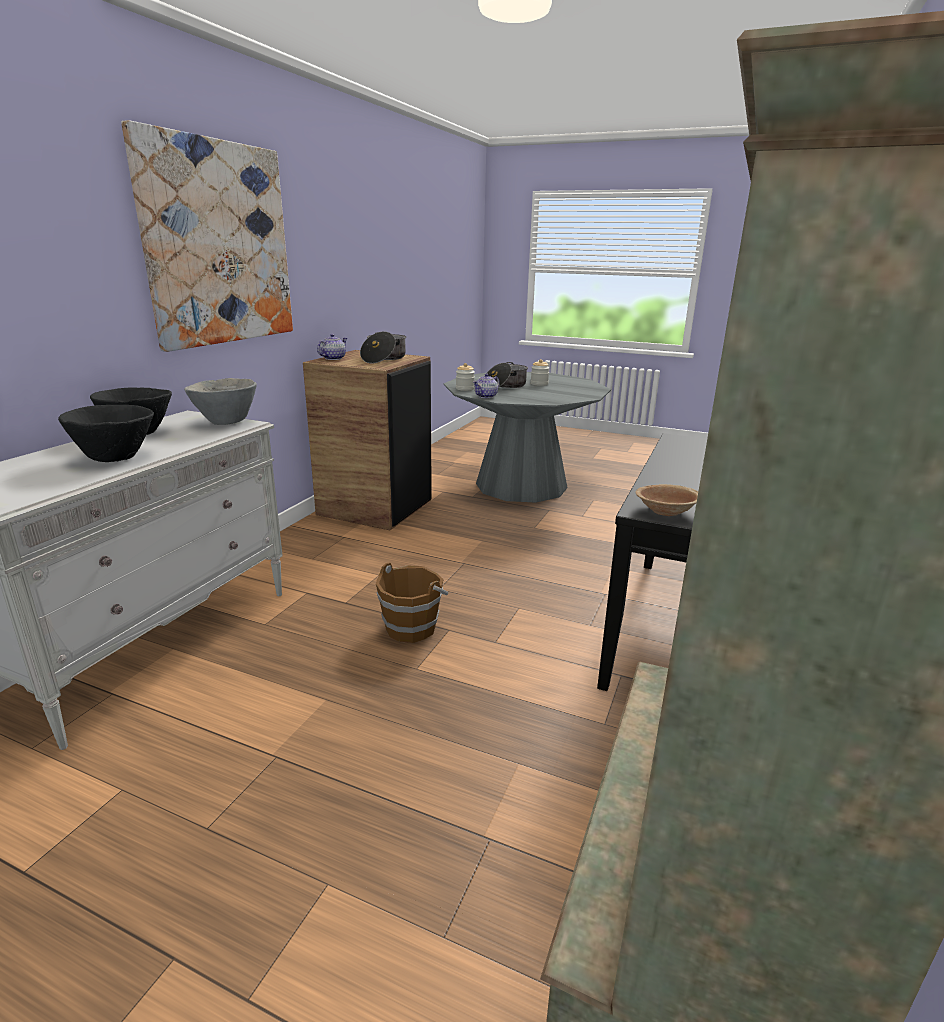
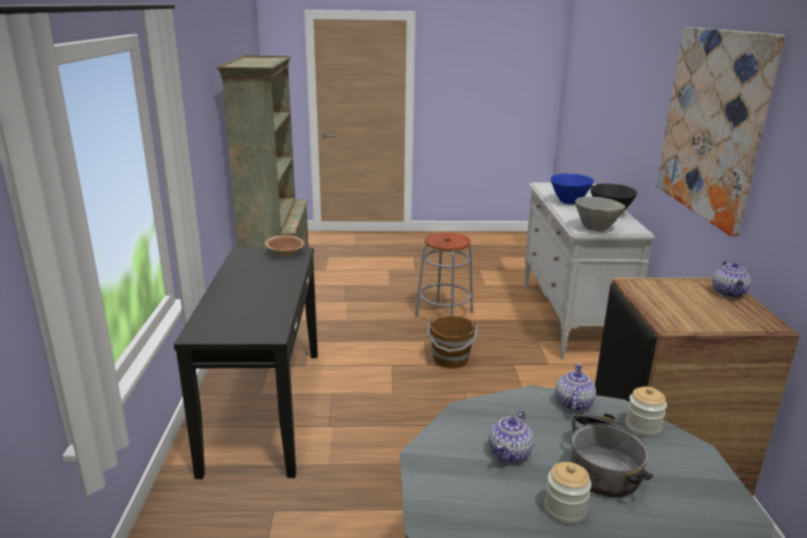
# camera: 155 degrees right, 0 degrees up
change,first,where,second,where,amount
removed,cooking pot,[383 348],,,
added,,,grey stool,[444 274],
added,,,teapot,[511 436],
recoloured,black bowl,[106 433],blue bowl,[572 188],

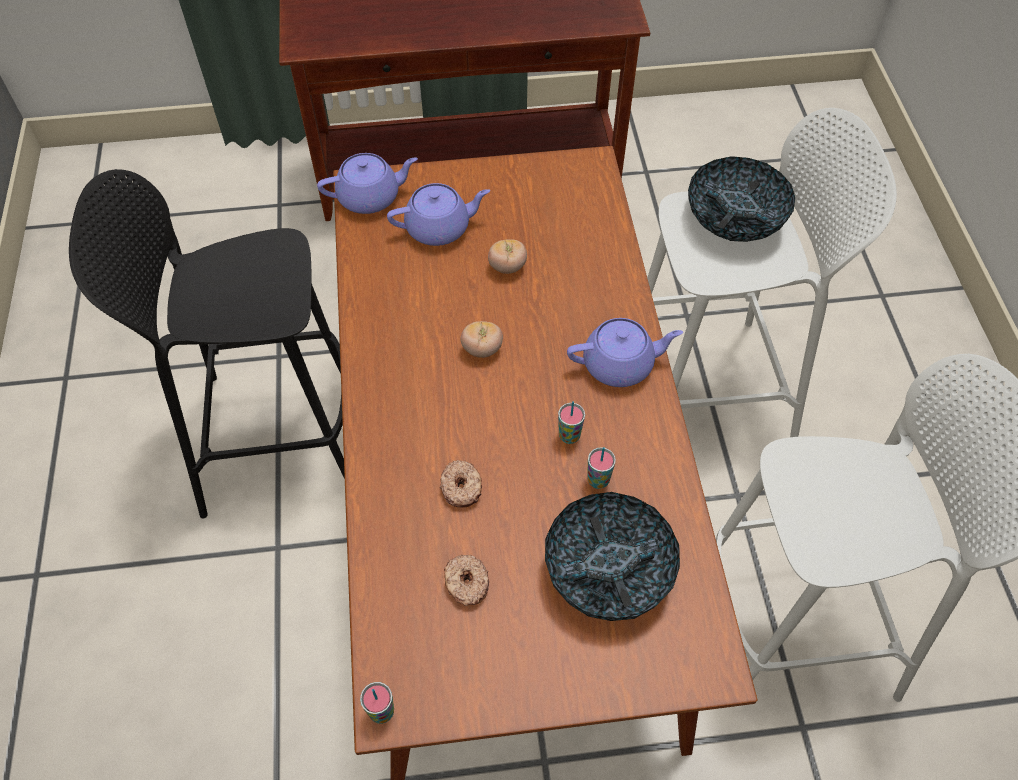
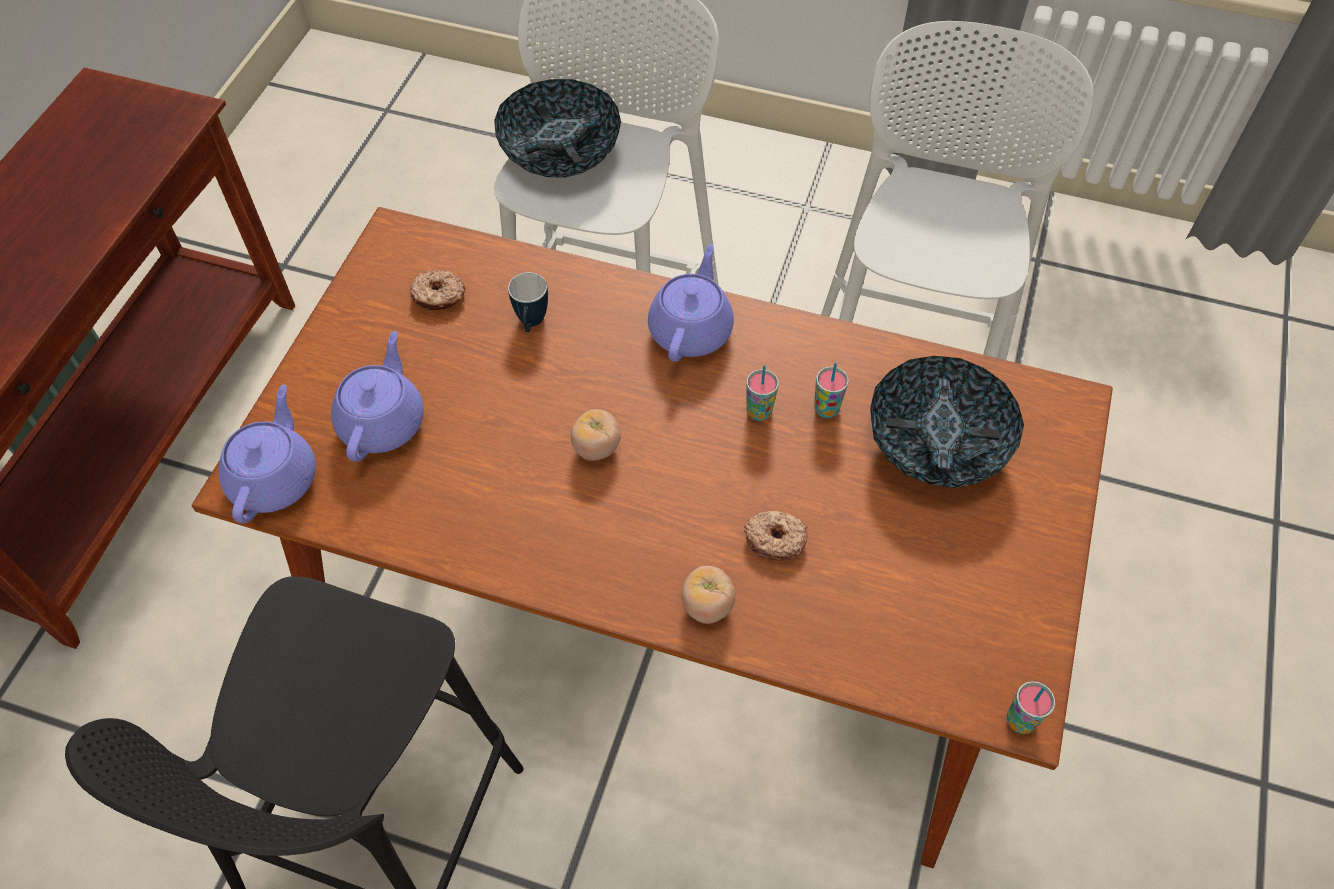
# camera: 65 degrees left, 0 degrees up
change,first,where,second,where,amount
added,,,mug,[528 302],
moved,donut,[466 580],,[437 290],
moved,tomato,[507 256],,[708 595],

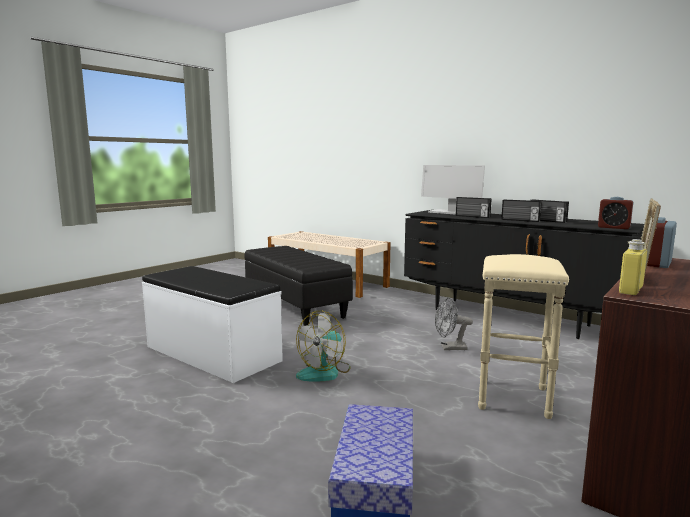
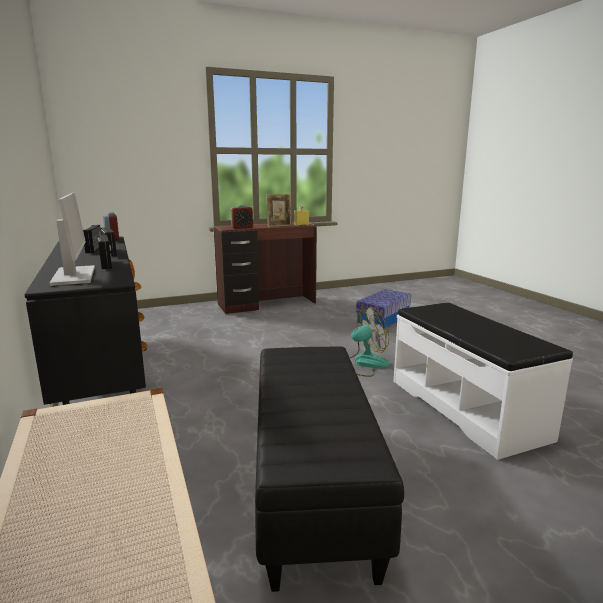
# camera: 150 degrees left, 5 degrees up
change,first,where,second,where,amount
removed,grey fan,[454 323],,,
removed,beige stool,[523 336],,,

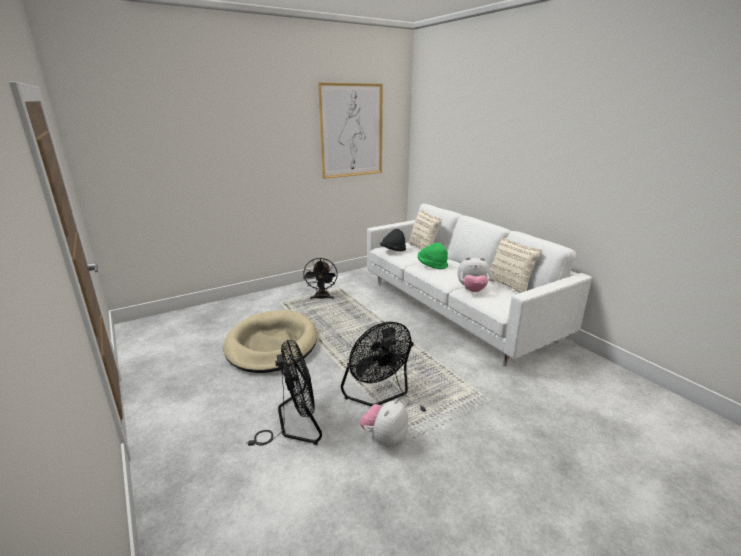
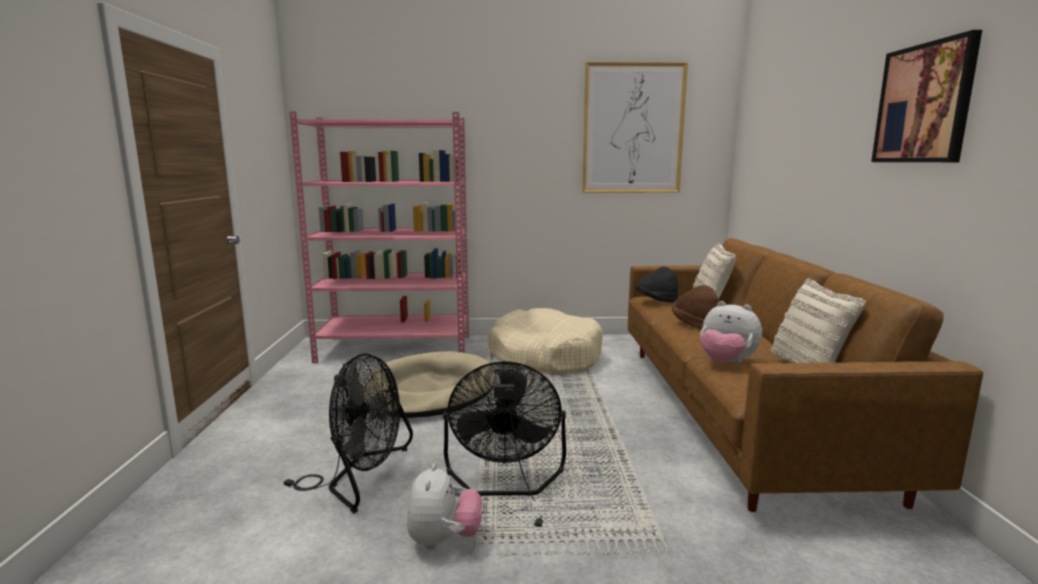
# camera: 30 degrees right, 10 degrees down
change,first,where,second,where,amount
added,,,pink bookcase,[379 237],
added,,,picture,[926 96],
replaced,black fan,[320 278],beige dog bed,[545 341],
recoloured,white sofa,[479 285],brown sofa,[805 375],
recoloured,green hat,[433 256],brown hat,[696 307],
turned,plush toy,[384 423],,[444 506],120 degrees clockwise

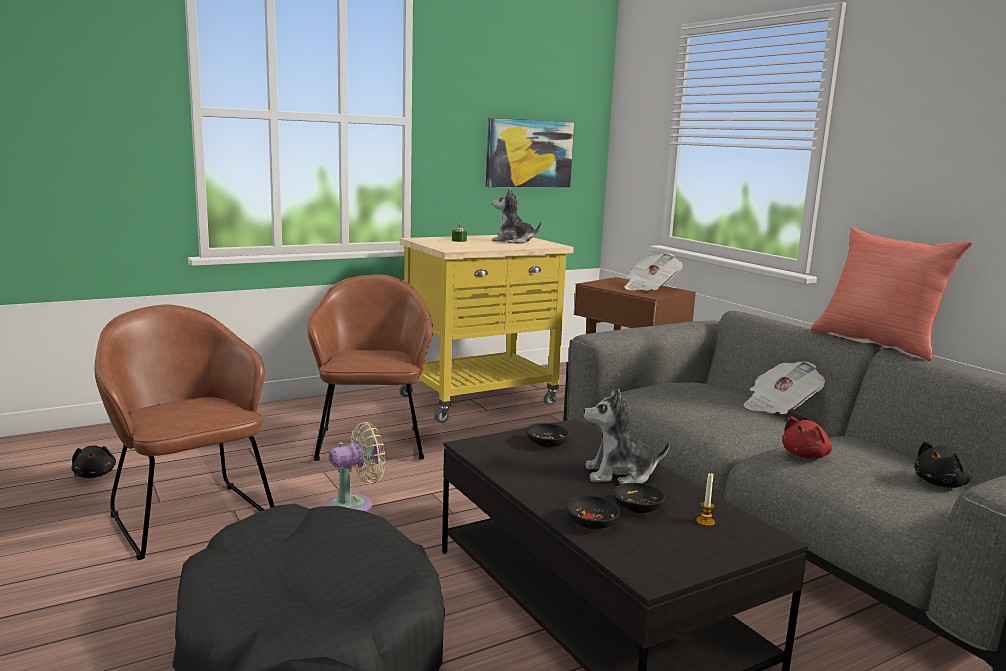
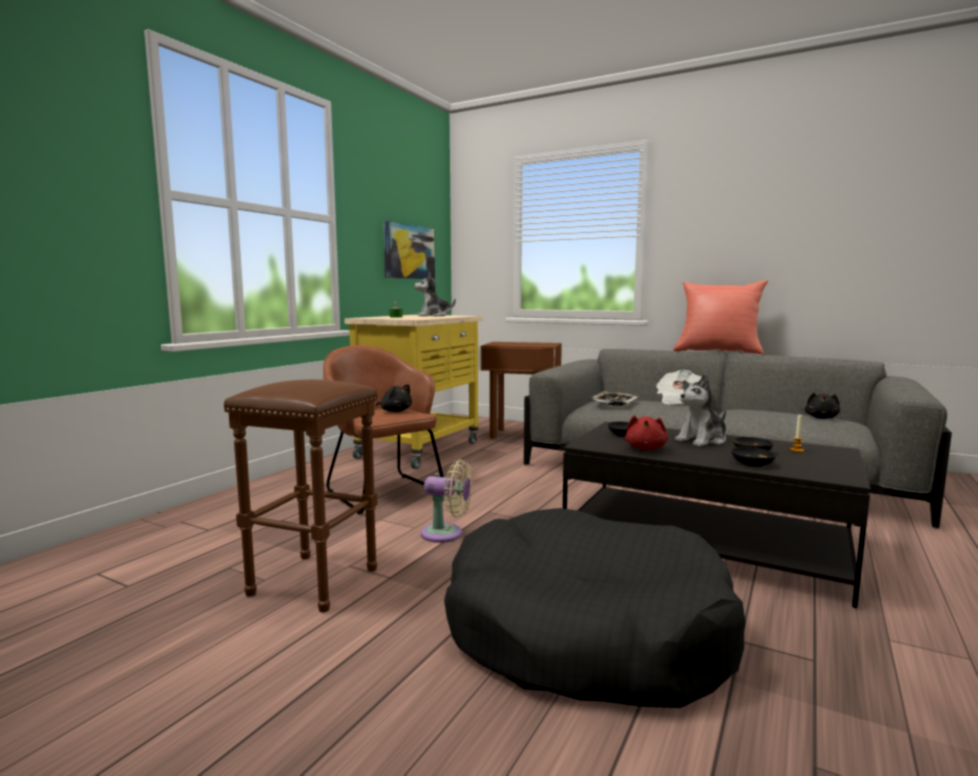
# camera: 30 degrees left, 5 degrees down
change,first,where,second,where,amount
removed,newspaper,[653 272],,,
added,,,tray,[615 398],
moved,black plush toy,[93 461],,[394 398],
moved,red plush toy,[807 438],,[646 432],
replaced,brown armchair,[184 432],brown stool,[301 496],
turned,beige fan,[355 467],,[447 501],75 degrees clockwise

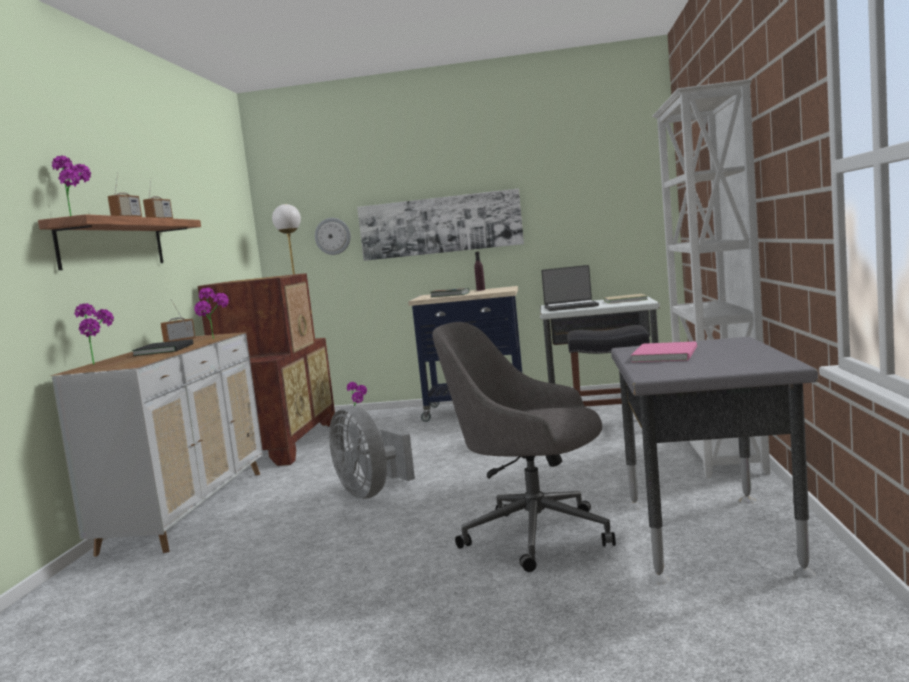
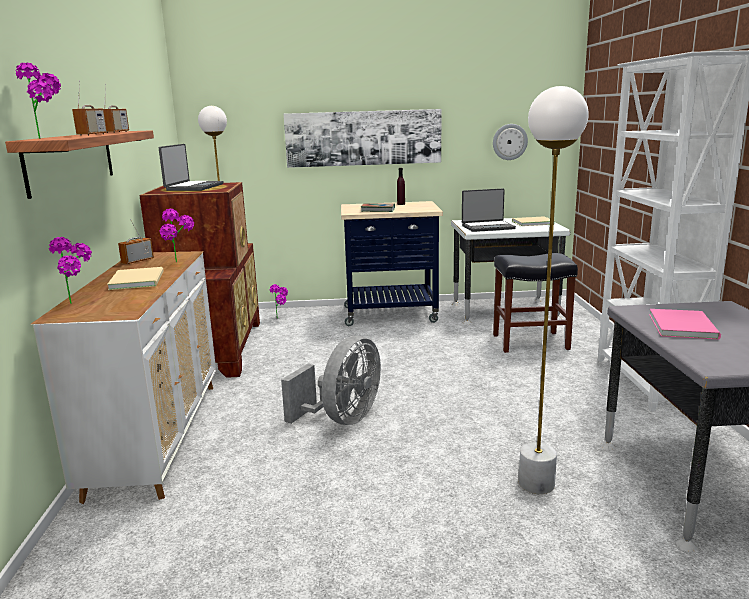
# camera: 10 degrees left, 10 degrees up
change,first,where,second,where,amount
added,,,laptop,[191 167],
moved,wall clock,[333 236],,[510 142],
replaced,grey office chair,[524 447],white floor lamp,[554 290],
recoloured,black book,[162 347],beige book,[135 278],
turned,grey fan,[372 452],,[331 380],105 degrees counterclockwise

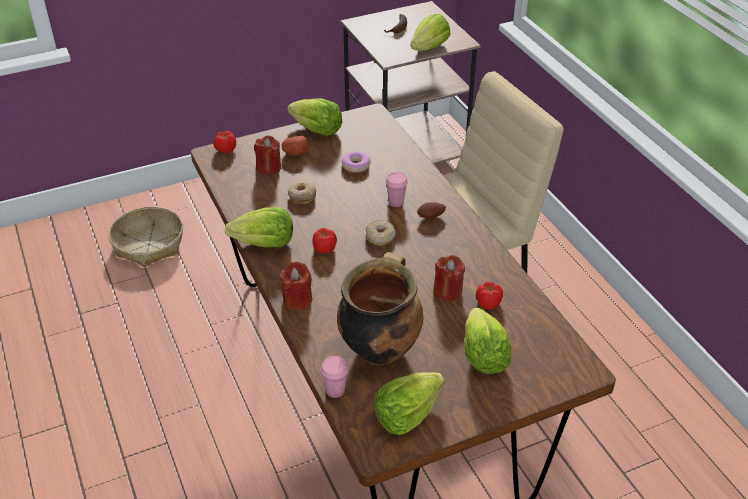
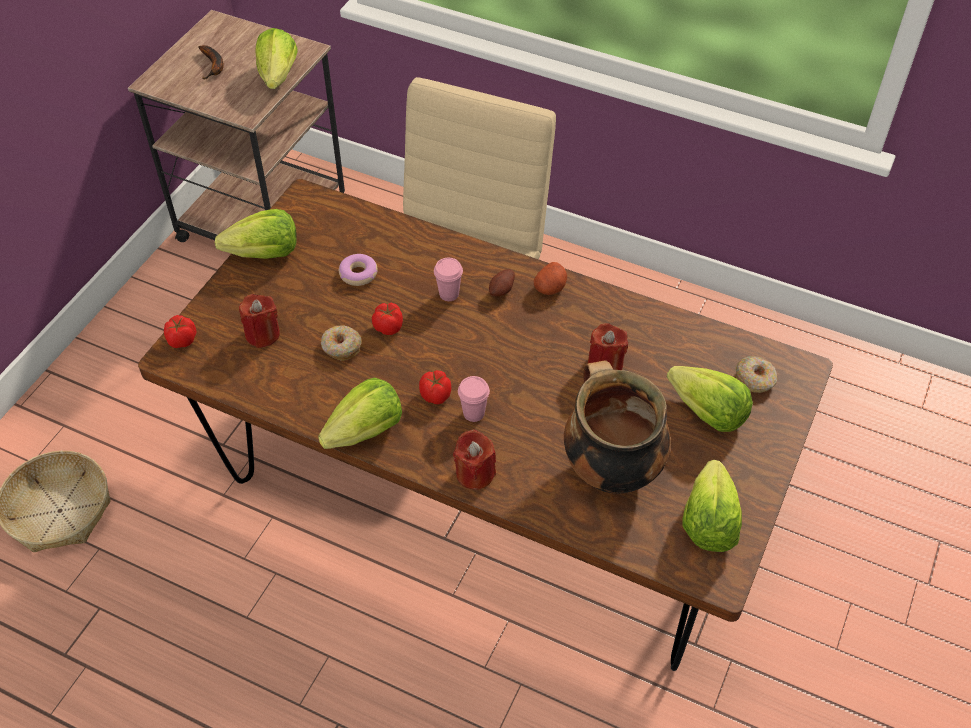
# camera: 40 degrees left, 10 degrees up
change,first,where,second,where,amount
moved,potato,[295 146],,[550 278],
moved,pink cup,[334 377],,[474 399],
moved,donut,[380 233],,[757 374],
moved,tomato,[489 295],,[387 319],

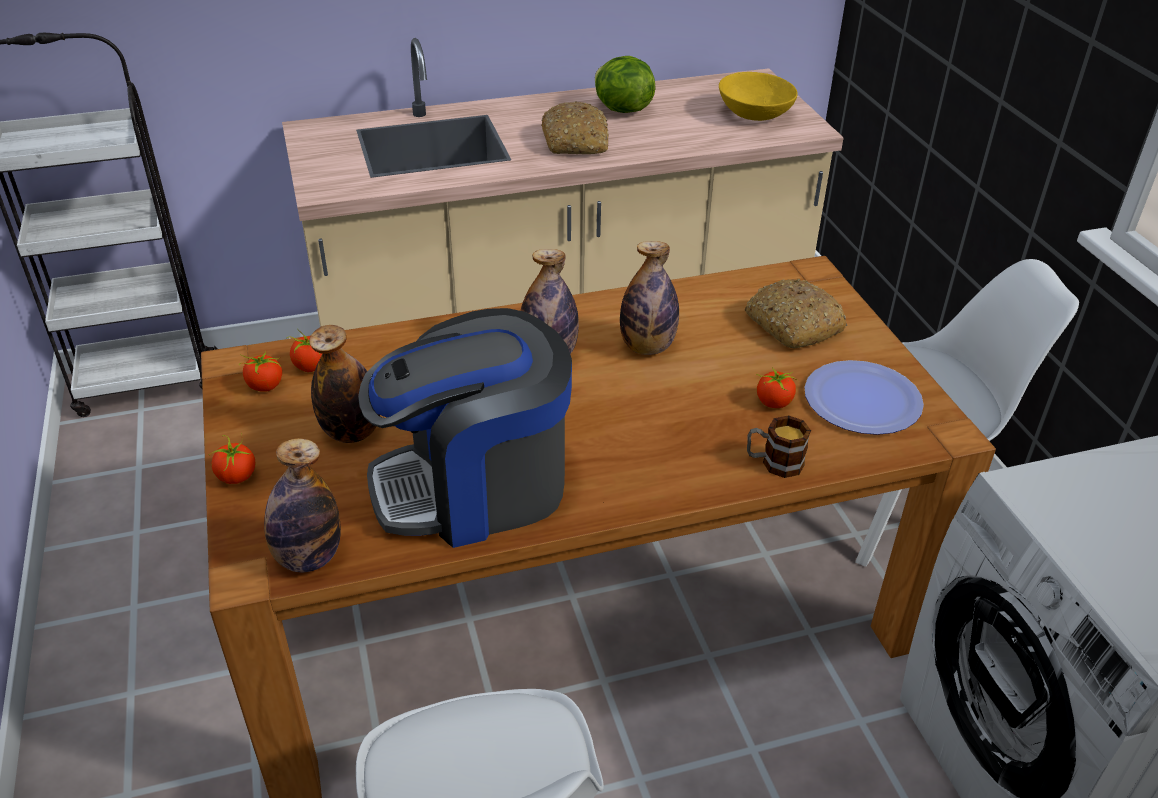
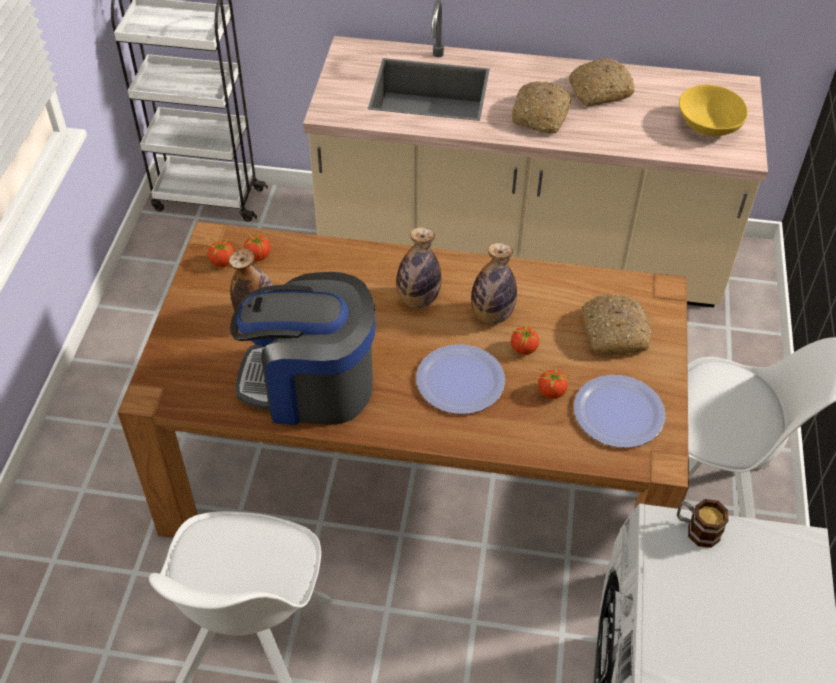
# camera: 25 degrees right, 10 degrees up
change,first,where,second,where,amount
removed,bottle,[302 505],,,
added,,,plate,[460 379],
moved,tomato,[231 459],,[525 338],
moved,mug,[779 446],,[702 523],
replaced,lettuce,[625 84],bread,[602 82],

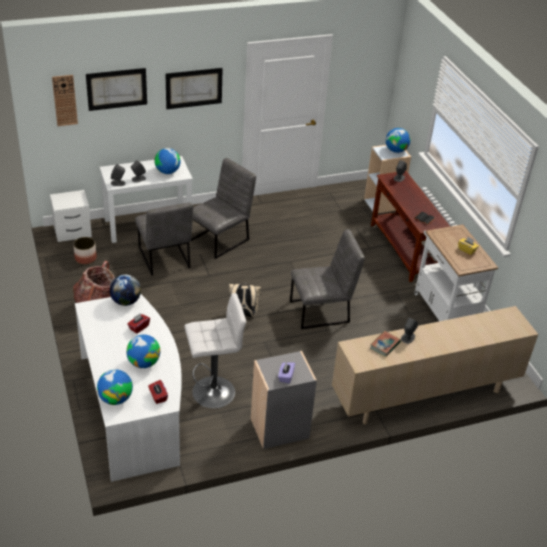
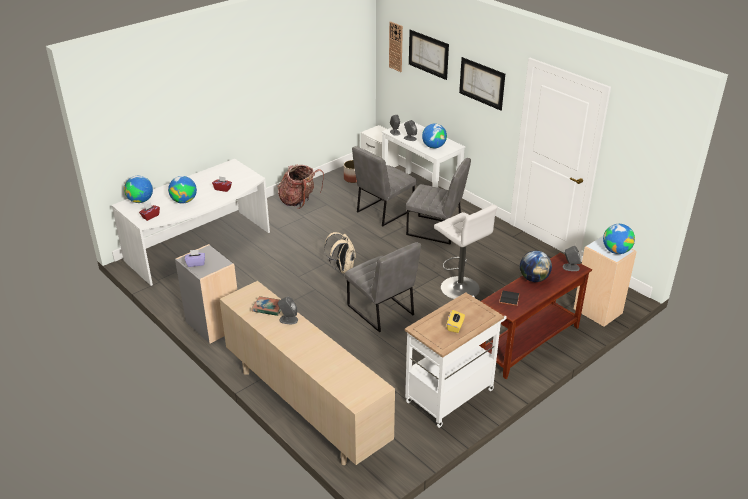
# camera: 70 degrees right, 5 degrees down
change,first,where,second,where,amount
moved,globe,[125 290],,[536 266],
moved,white stool,[215 350],,[465 252],

